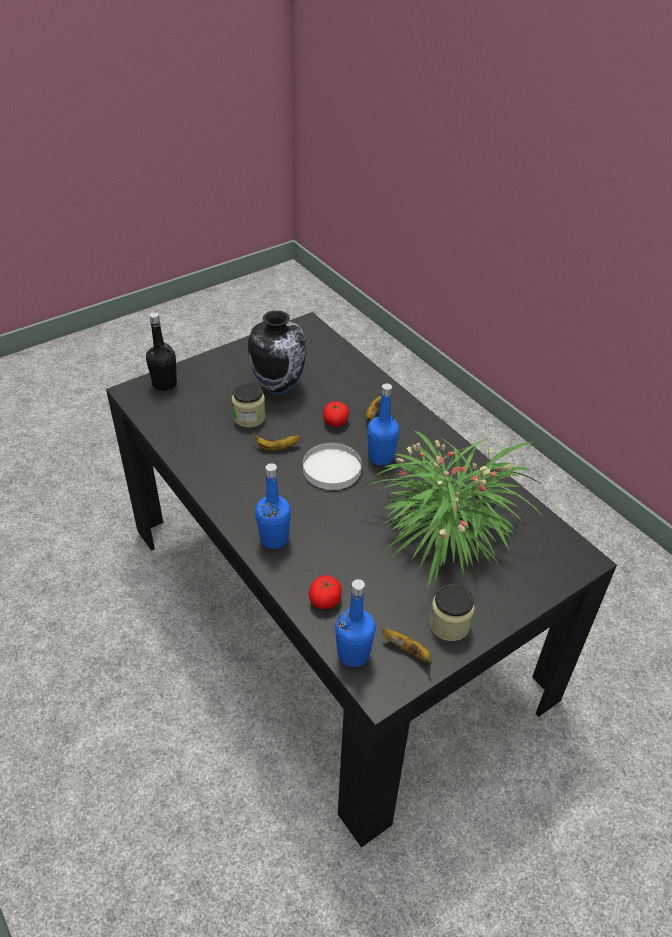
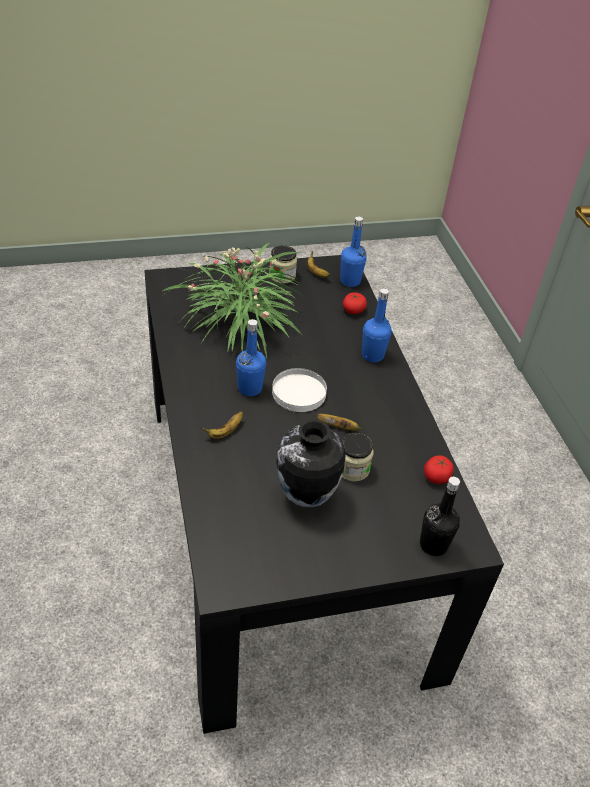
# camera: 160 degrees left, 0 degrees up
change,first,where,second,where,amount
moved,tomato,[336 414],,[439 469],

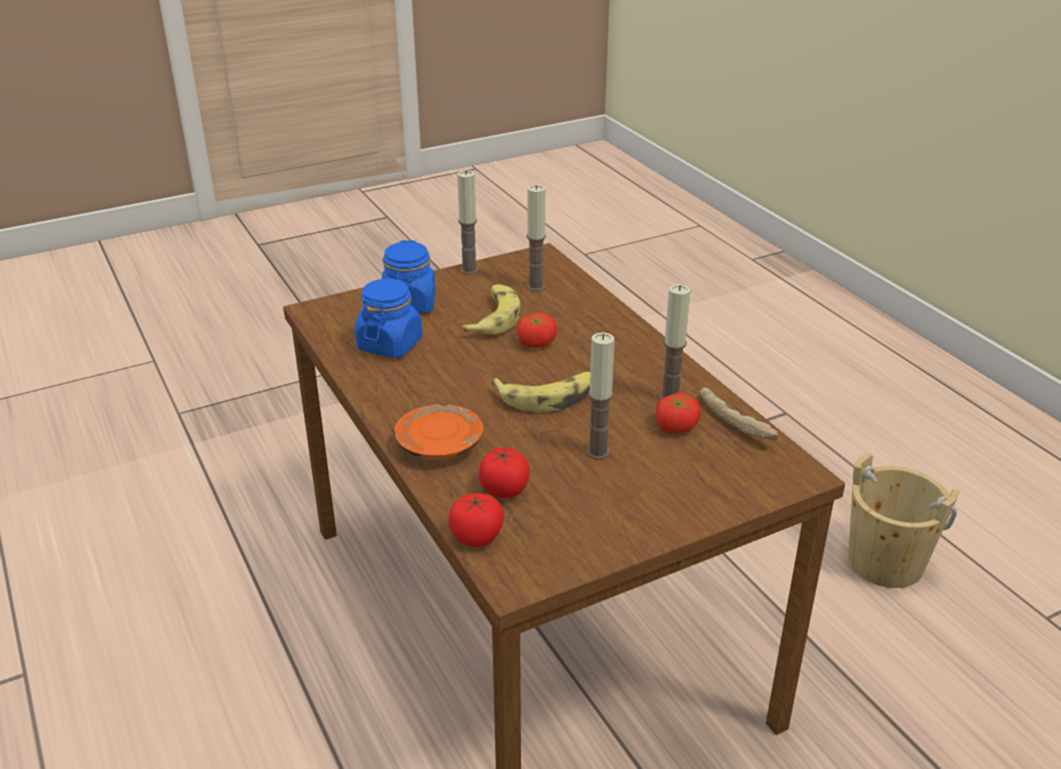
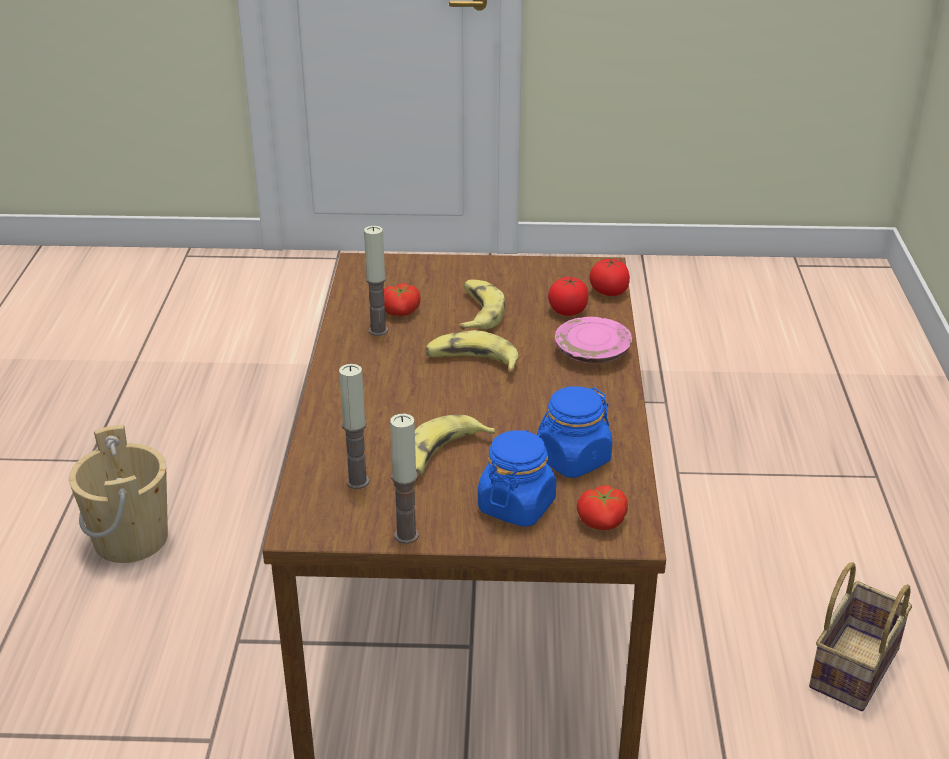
# camera: 150 degrees left, 0 degrees up
change,first,where,second,where,amount
removed,bread,[739 414],,,
added,,,basket,[860 636],
moved,tomato,[537 330],,[602 507],
replaced,candle,[601 396],banana,[481 305],
recoloured,orange plate,[438 432],pink plate,[593 340],

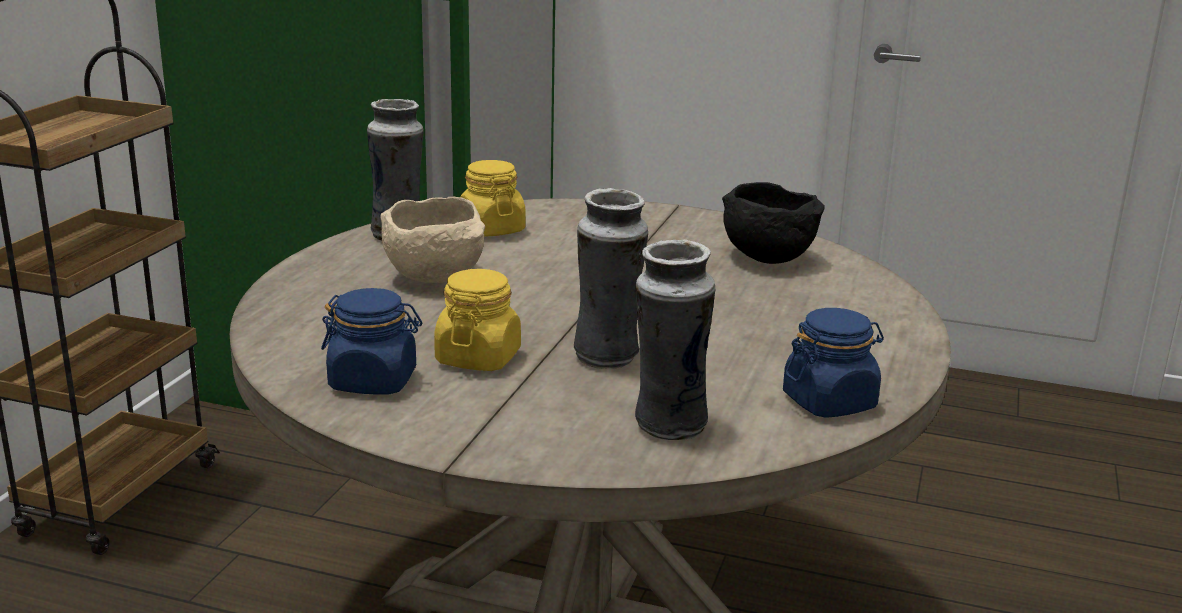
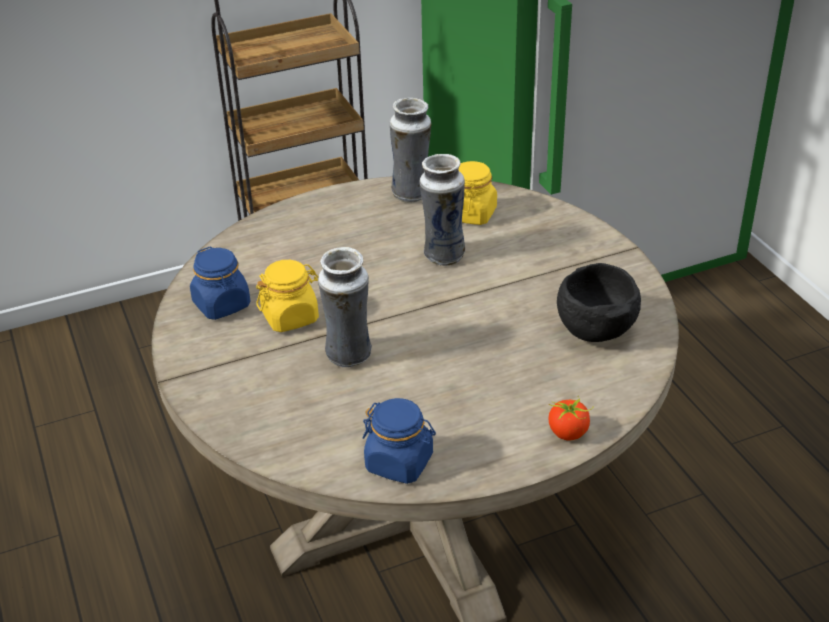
# camera: 50 degrees right, 15 degrees up
change,first,where,second,where,amount
removed,beige bowl,[432 240],,,
added,,,tomato,[571 419],
moved,vase,[675 339],,[442 210],

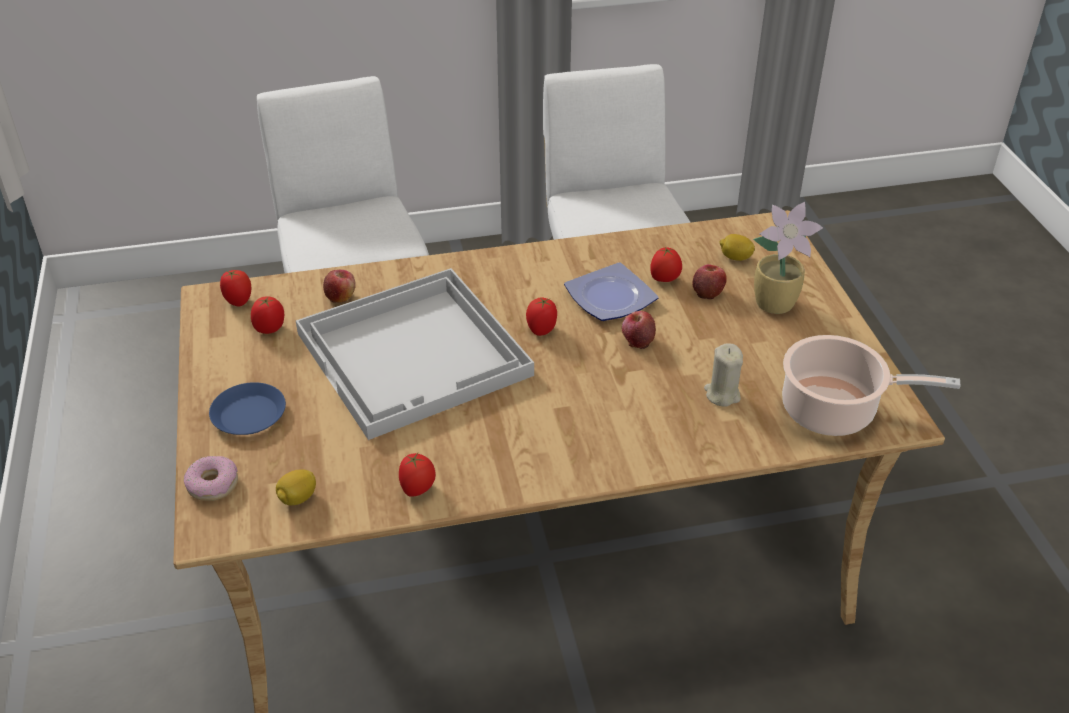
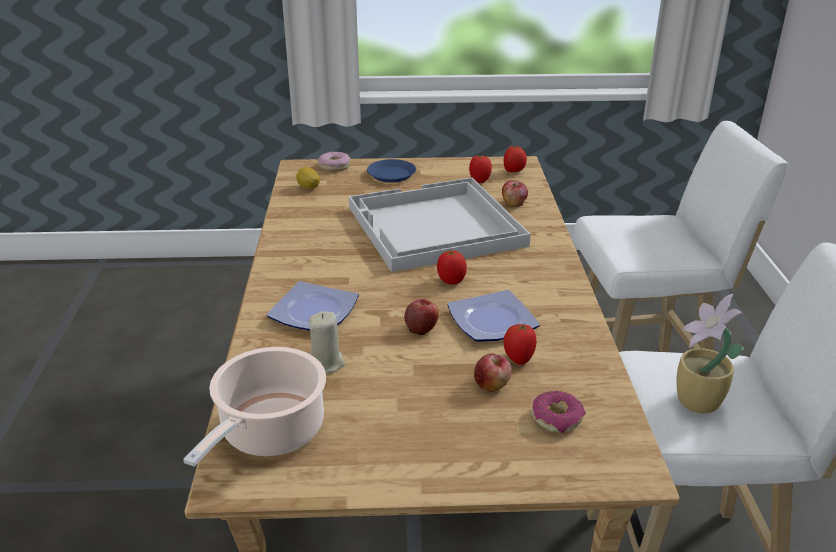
# camera: 100 degrees right, 10 degrees down
change,first,where,second,where,amount
removed,tomato,[417 475],,,
added,,,plate,[313 305],
moved,potted plant,[788 258],,[710 353],
replaced,lemon,[737 247],donut,[559 412],

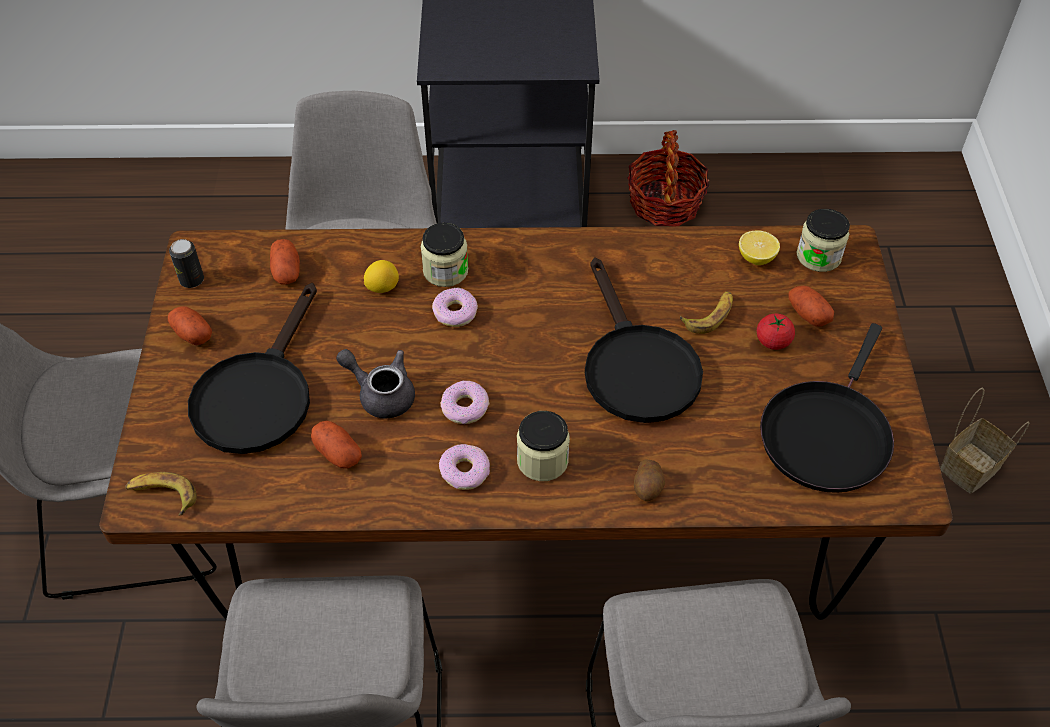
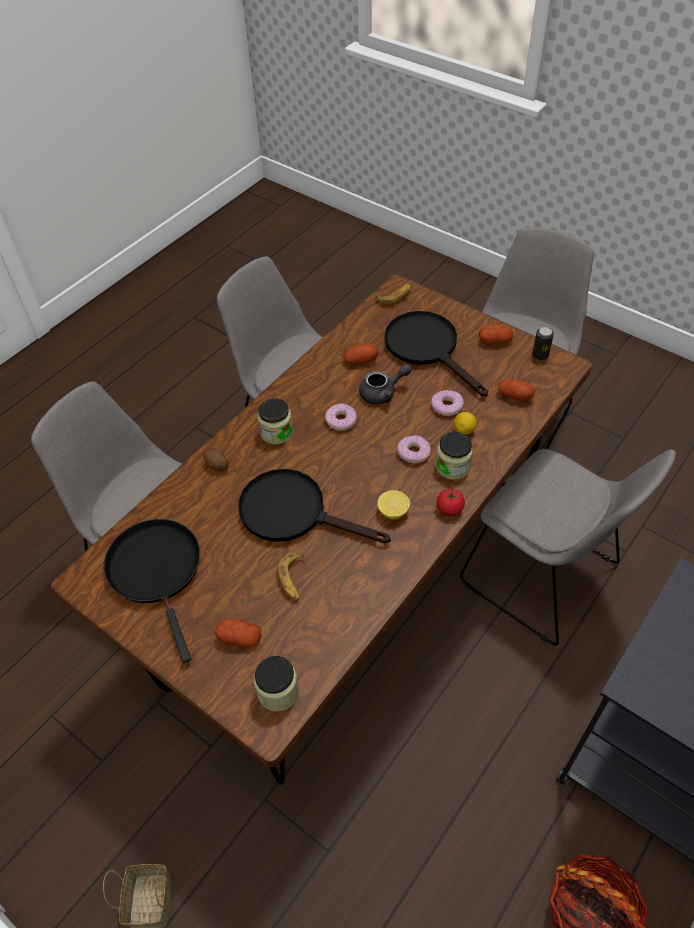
# camera: 130 degrees right, 0 degrees up
change,first,where,second,where,amount
moved,donut,[464 467],,[447 403],
moved,lemon,[759 248],,[394 504],
moved,tomato,[776 332],,[450 502],

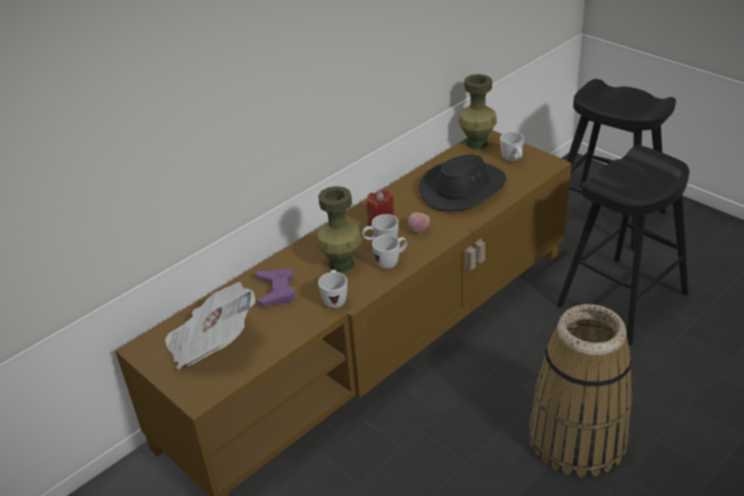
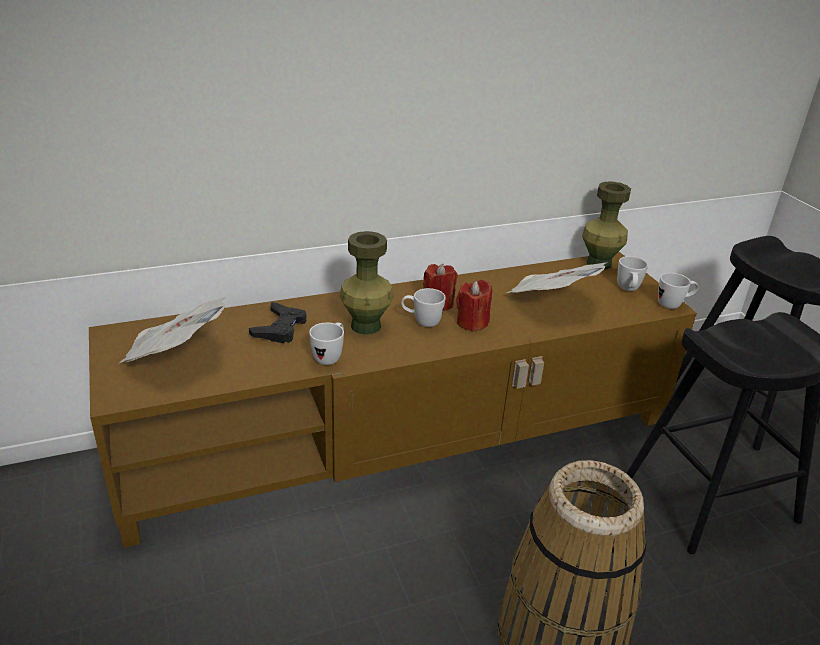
# camera: 20 degrees right, 5 degrees down
change,first,where,second,where,amount
moved,white mug,[390 252],,[678 291],
replaced,apple,[419 222],red candle,[474 305],
replaced,black hat,[462 183],newspaper,[556 277],
recoloured,purple game controller,[276 288],black game controller,[278 322],

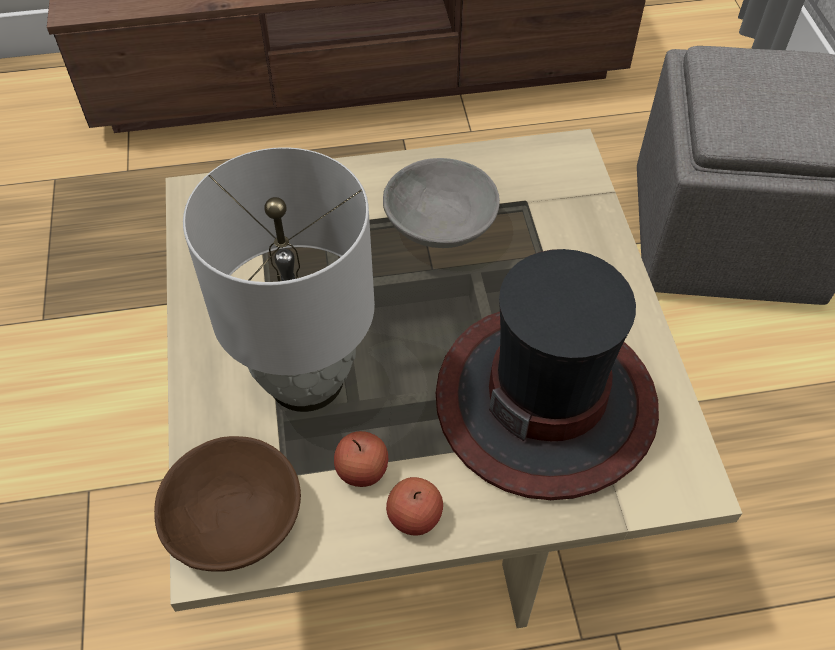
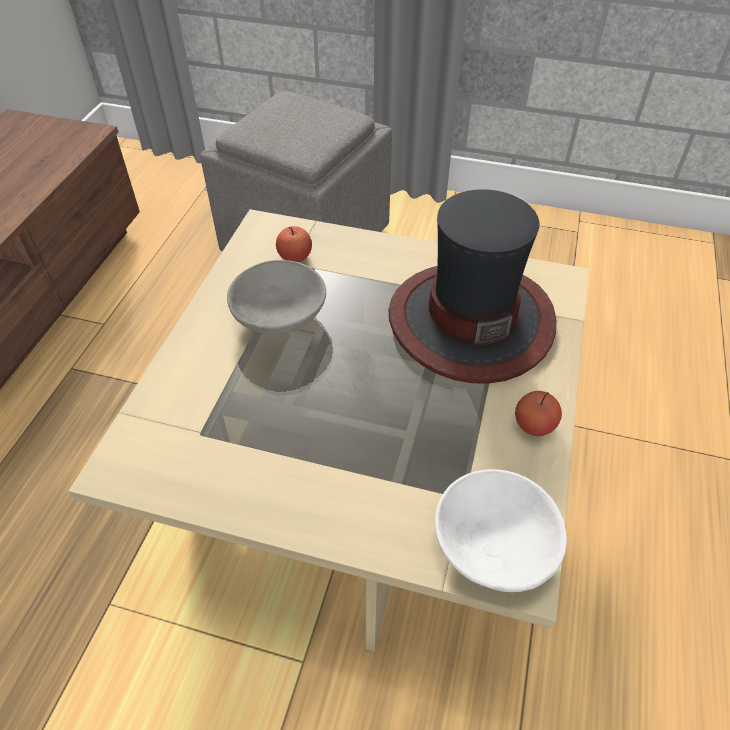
# camera: 65 degrees left, 5 degrees down
change,first,where,second,where,amount
removed,white table lamp,[279 279],,,
moved,apple,[361 459],,[294 244],
recoloured,brown bowl,[227 504],white bowl,[501 530],

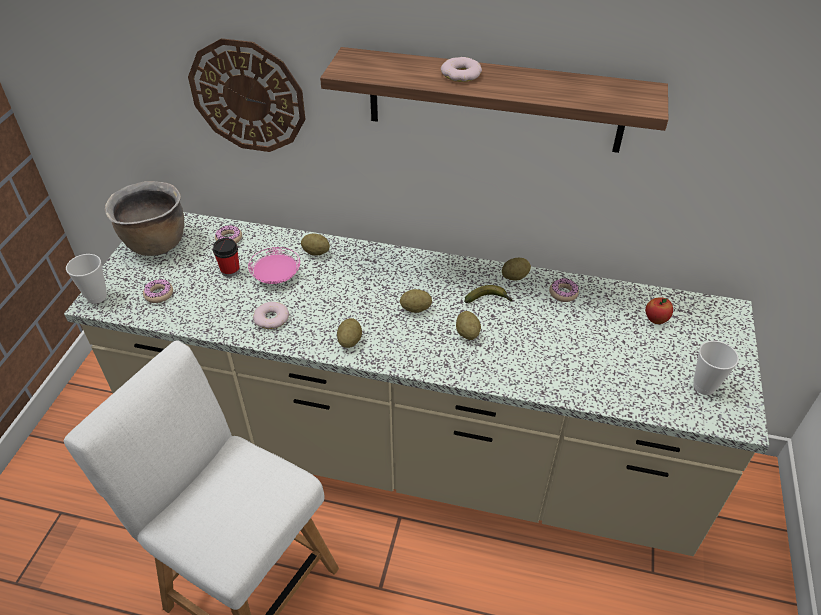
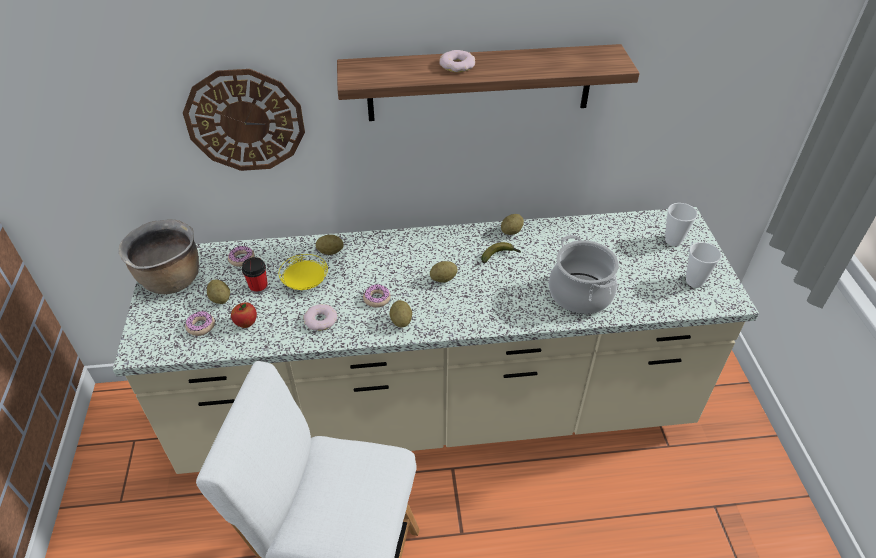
# camera: 20 degrees left, 0 degrees up
change,first,where,second,where,amount
added,,,cooking pot,[584 274],
moved,cup,[86 279],,[681 224],
moved,potato,[468 325],,[218 292],
moved,donut,[564 290],,[377 296],
moved,apple,[659 310],,[244 315],
recoloured,pink plate,[274 265],yellow plate,[303 272],

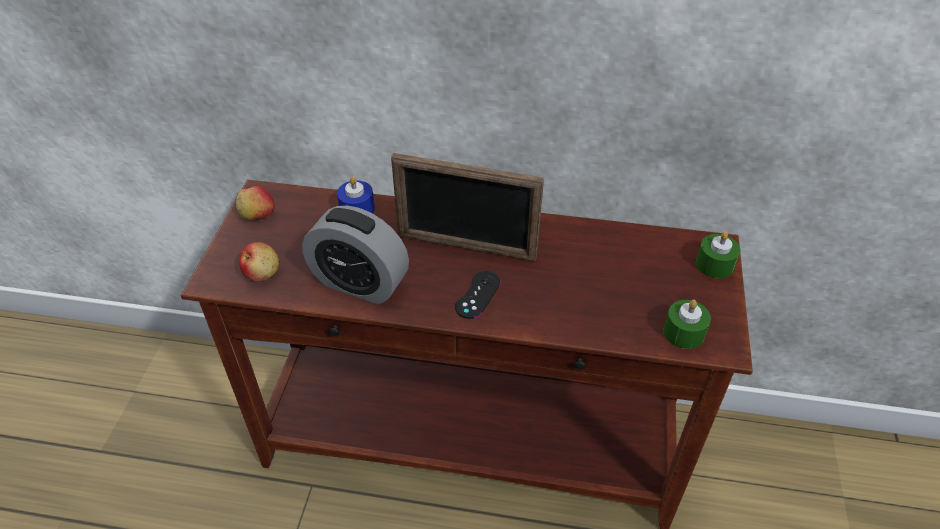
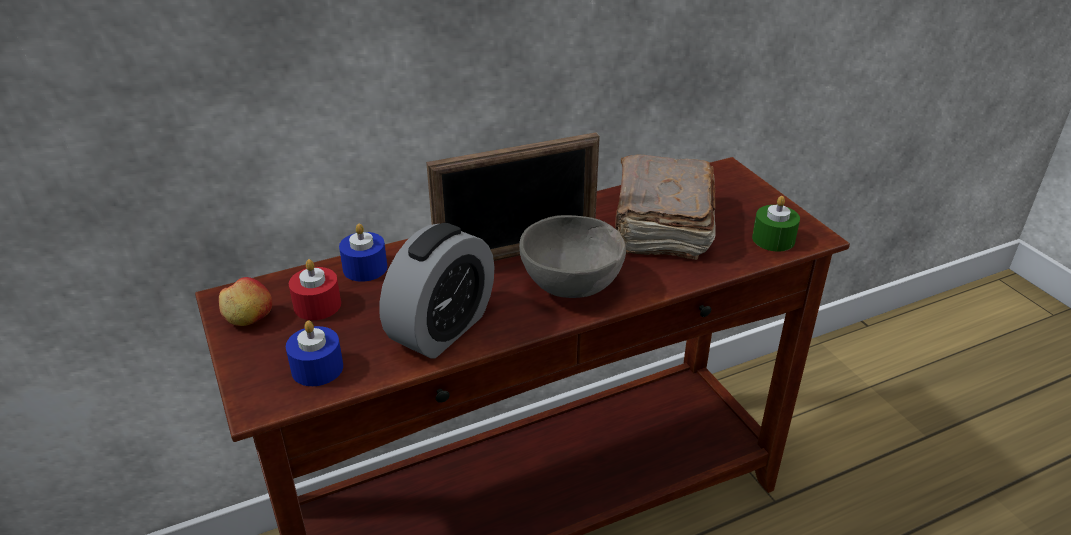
# camera: 35 degrees left, 10 degrees down
change,first,where,second,where,amount
removed,green candle,[718 255],,,
added,,,red candle,[315 289],
added,,,brown book,[665 207],
replaced,apple,[259 262],blue candle,[314 353],
replaced,black game controller,[477 295],grey bowl,[572 256],
turned,alarm clock,[355 254],,[437 290],45 degrees counterclockwise

